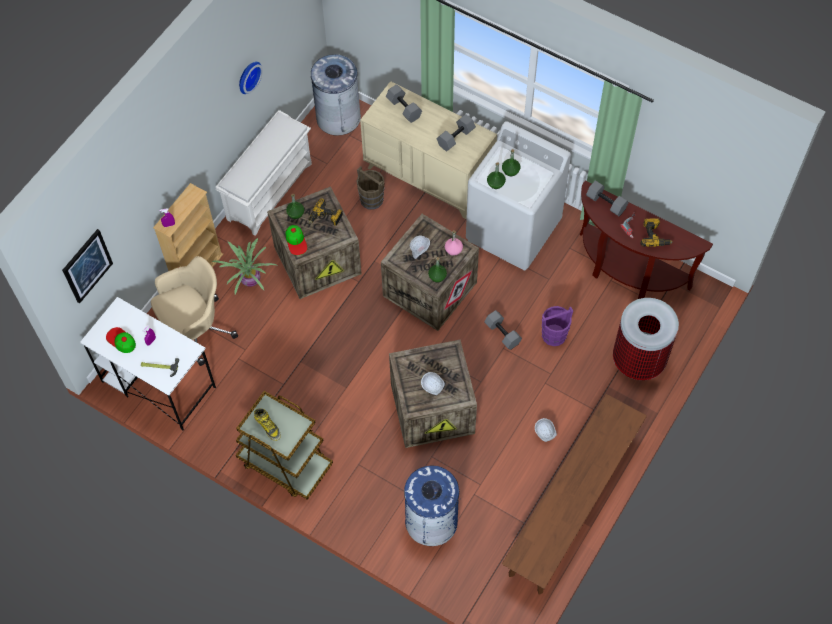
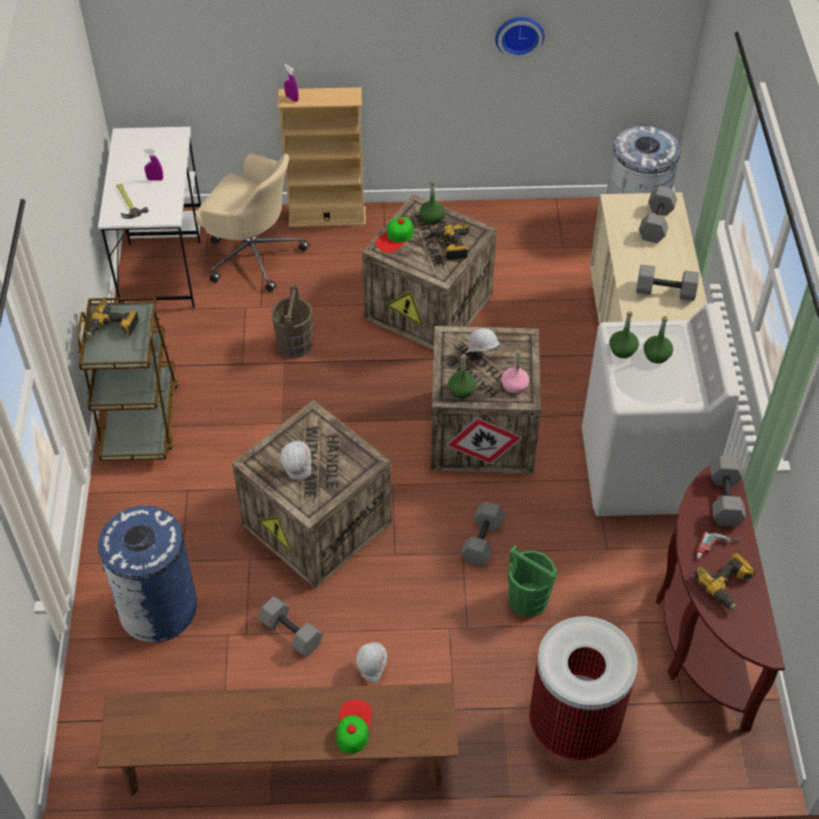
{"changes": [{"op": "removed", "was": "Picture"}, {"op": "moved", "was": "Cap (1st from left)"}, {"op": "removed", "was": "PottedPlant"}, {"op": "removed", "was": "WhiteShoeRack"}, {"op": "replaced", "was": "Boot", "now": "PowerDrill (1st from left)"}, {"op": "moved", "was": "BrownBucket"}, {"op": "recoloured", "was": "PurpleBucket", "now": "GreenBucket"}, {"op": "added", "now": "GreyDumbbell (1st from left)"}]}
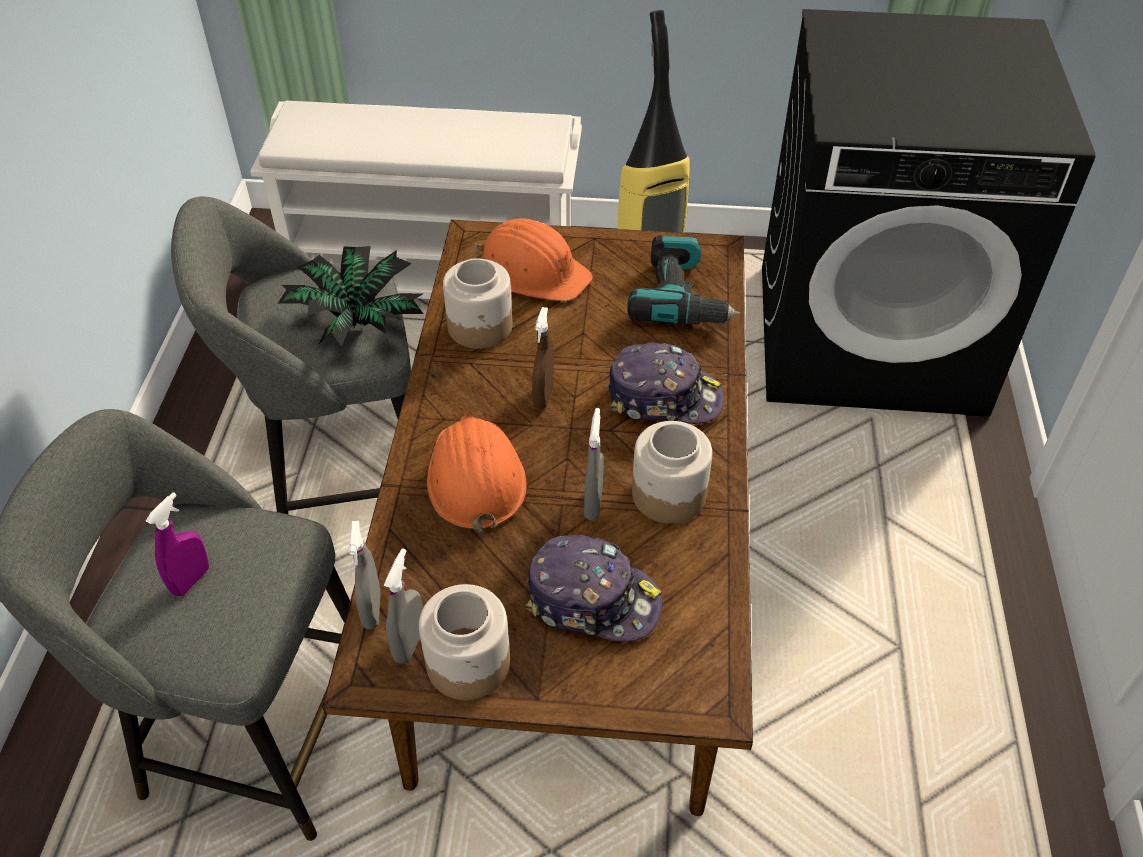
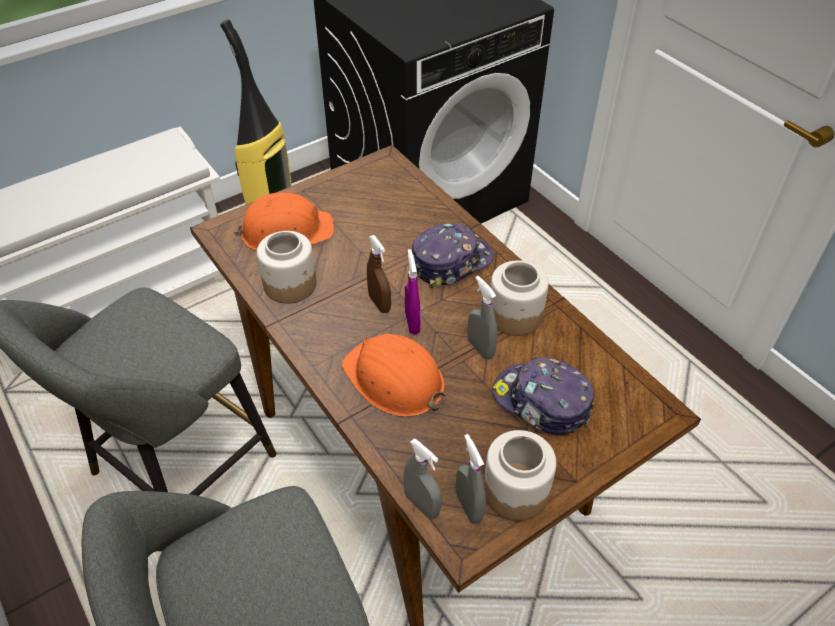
{"changes": [{"op": "moved", "was": "PurpleSprayBottle"}, {"op": "removed", "was": "PottedPlant"}, {"op": "turned", "was": "Cap (1st from left in the first image)", "clockwise": -120}, {"op": "removed", "was": "PowerDrill"}]}
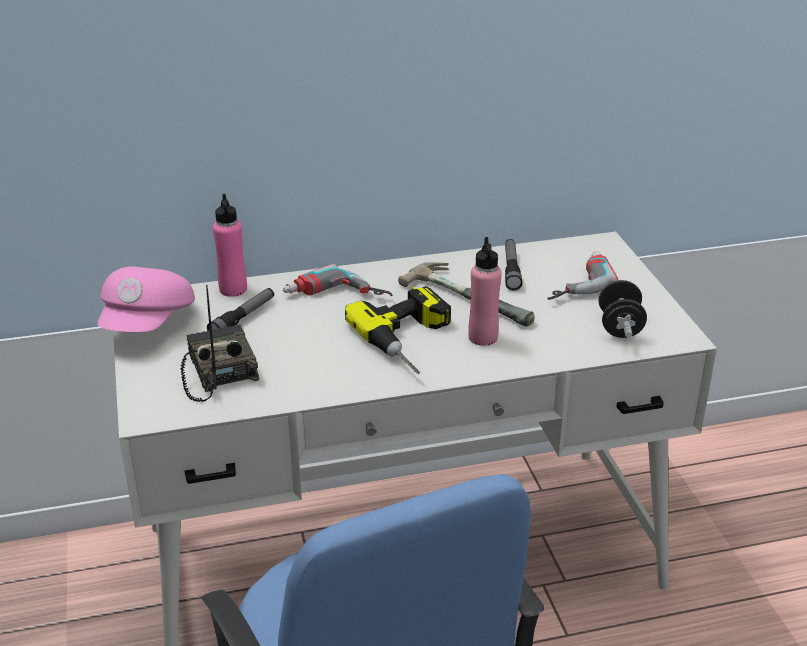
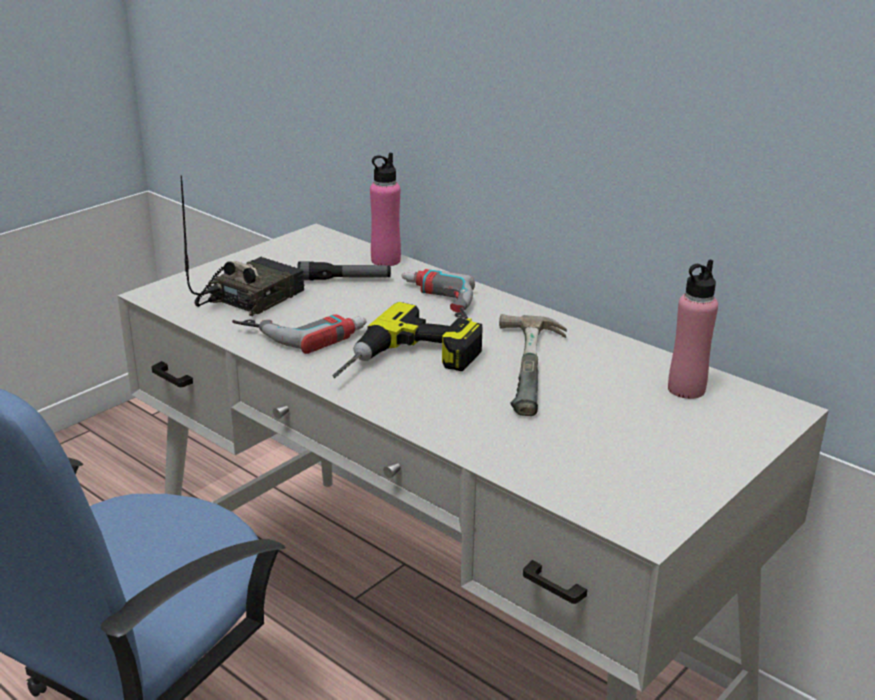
{"changes": [{"op": "removed", "was": "PinkCap"}, {"op": "moved", "was": "PinkBottle (2nd from left)"}, {"op": "removed", "was": "Flashlight (2nd from left)"}, {"op": "moved", "was": "PowerDrill (3rd from left in the first image)", "now": "PowerDrill (1st from left)"}, {"op": "removed", "was": "BlackDumbbell"}]}
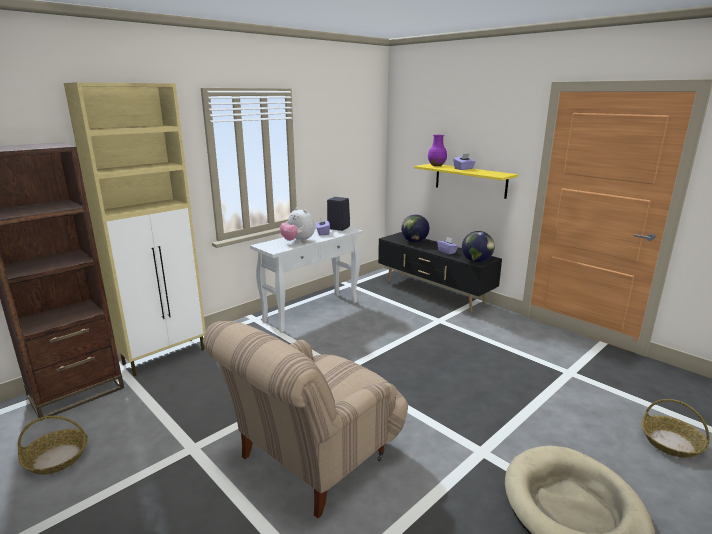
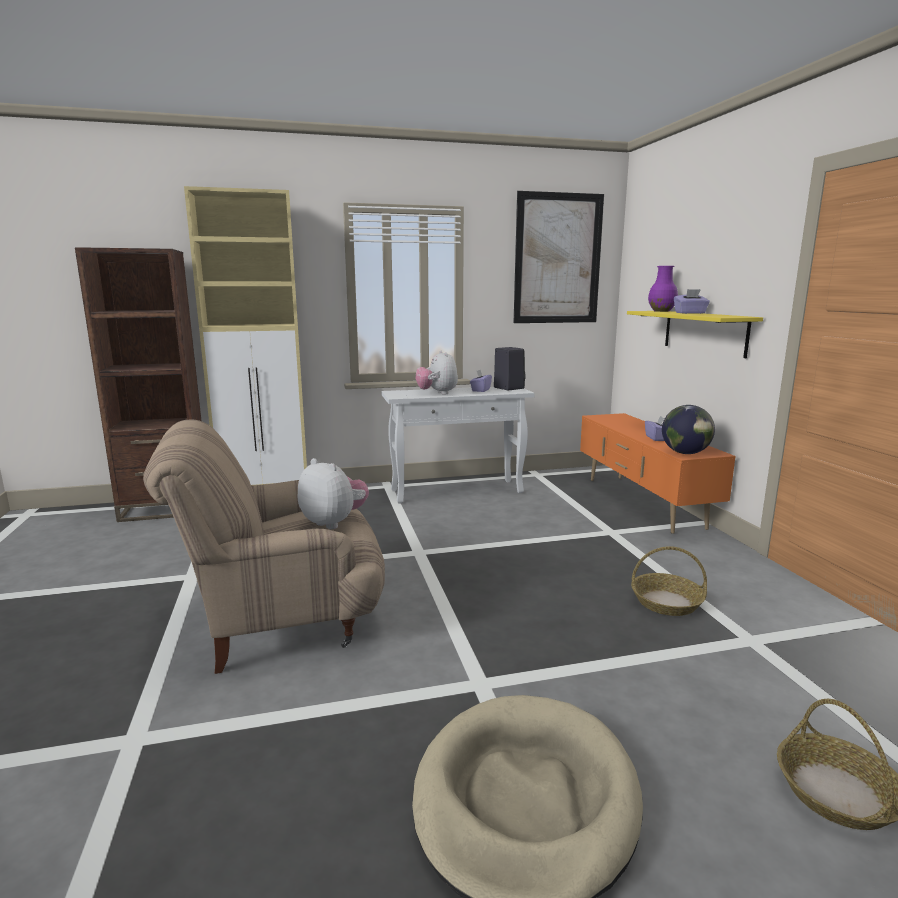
{"changes": [{"op": "moved", "was": "Basket (1st from left)"}, {"op": "recoloured", "was": "BlackTvStand", "now": "OrangeTvStand"}, {"op": "removed", "was": "Globe (1st from left)"}, {"op": "added", "now": "PlushToy (1st from left)"}, {"op": "added", "now": "Picture"}]}
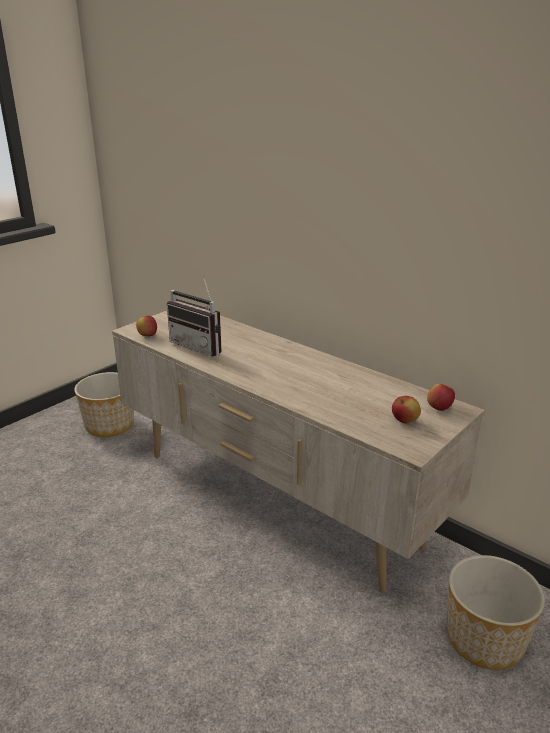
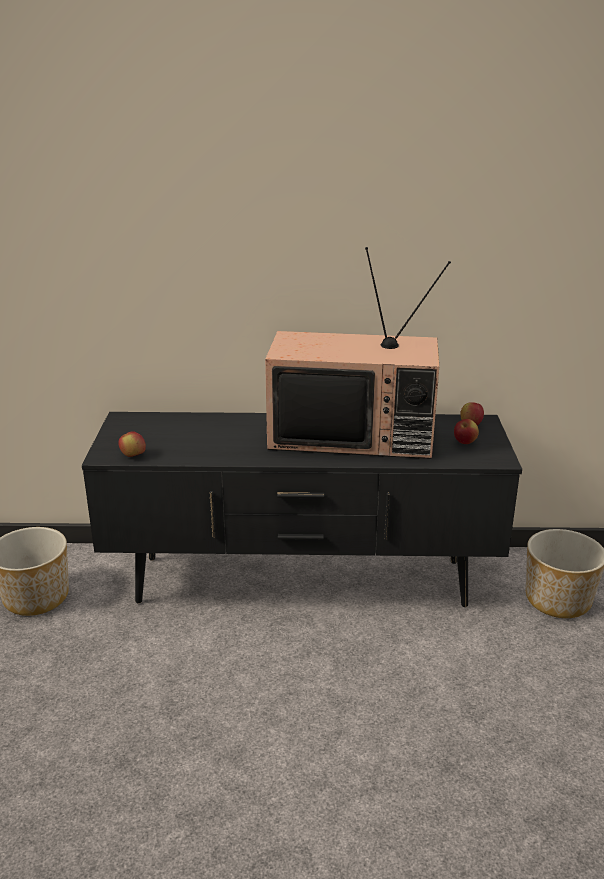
{"changes": [{"op": "recoloured", "was": "BeigeTvStand", "now": "BlackTvStand"}, {"op": "removed", "was": "Radio"}, {"op": "added", "now": "Television"}]}
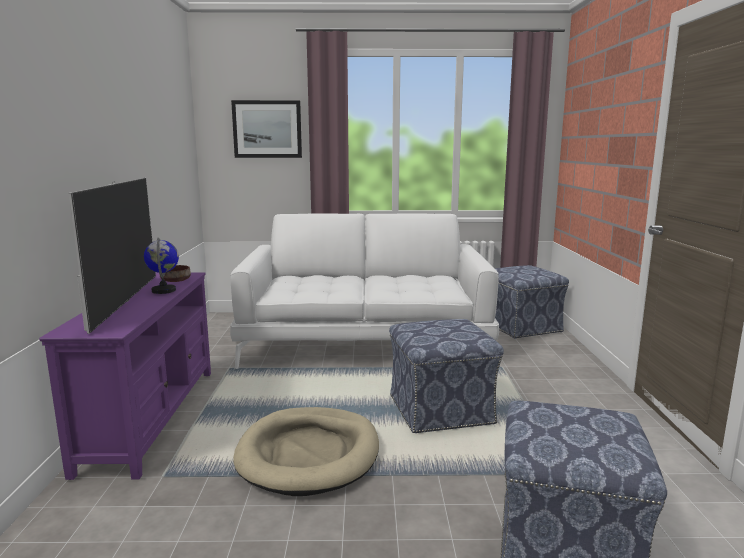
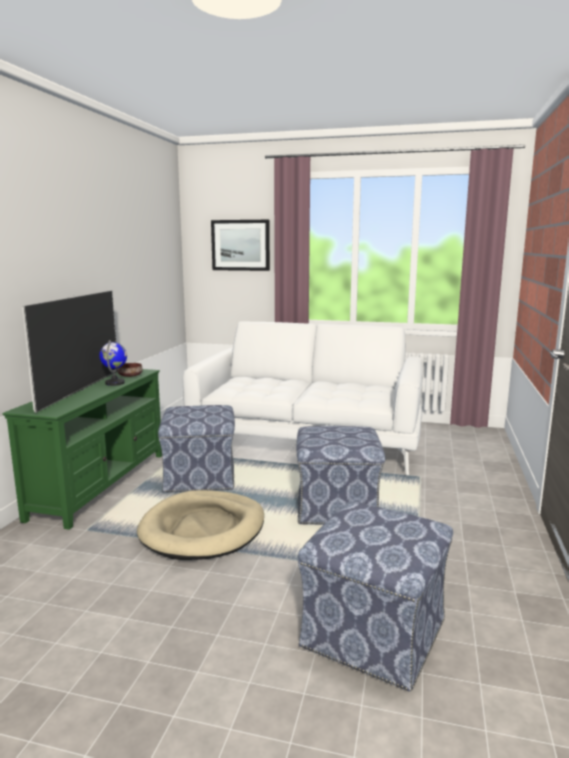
{"changes": [{"op": "recoloured", "was": "PurpleTvStand", "now": "GreenTvStand"}, {"op": "moved", "was": "Ottoman (2nd from left in the first image)", "now": "Ottoman (1st from left)"}]}
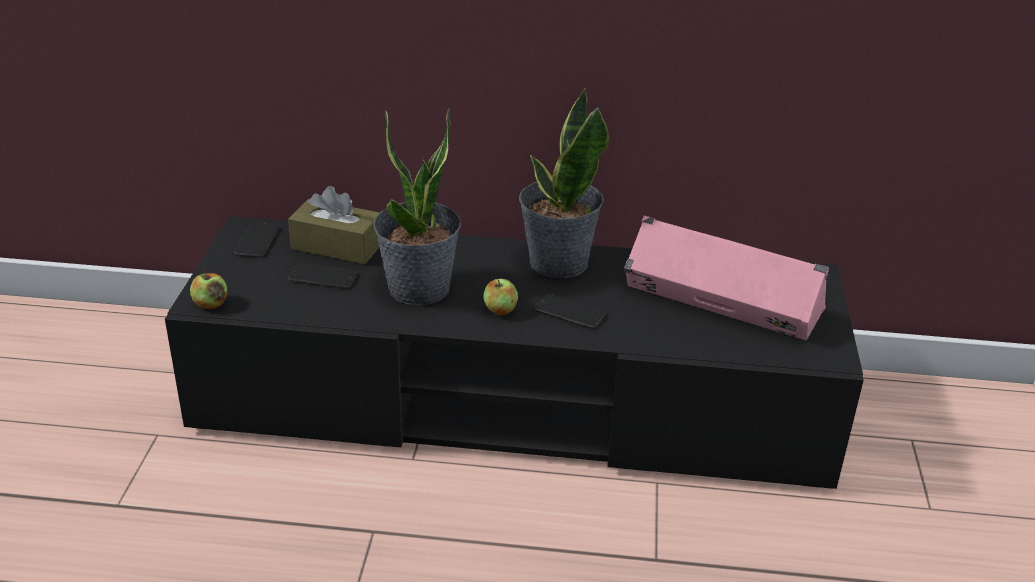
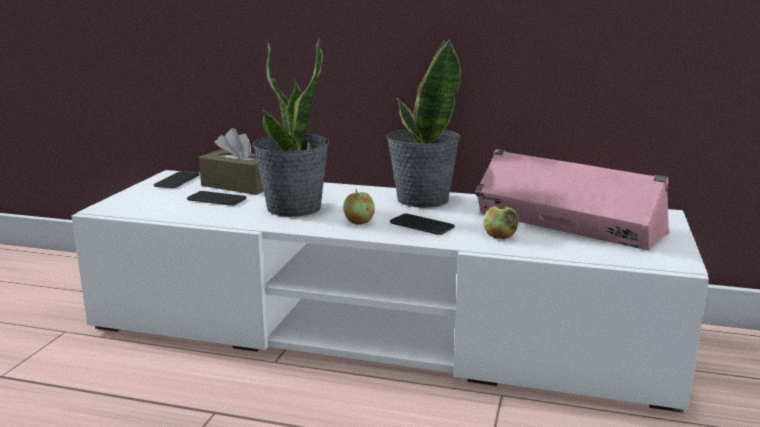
{"changes": [{"op": "recoloured", "was": "BlackTvStand", "now": "WhiteTvStand"}, {"op": "moved", "was": "Apple (1st from left in the first image)", "now": "Apple (2nd from left)"}]}
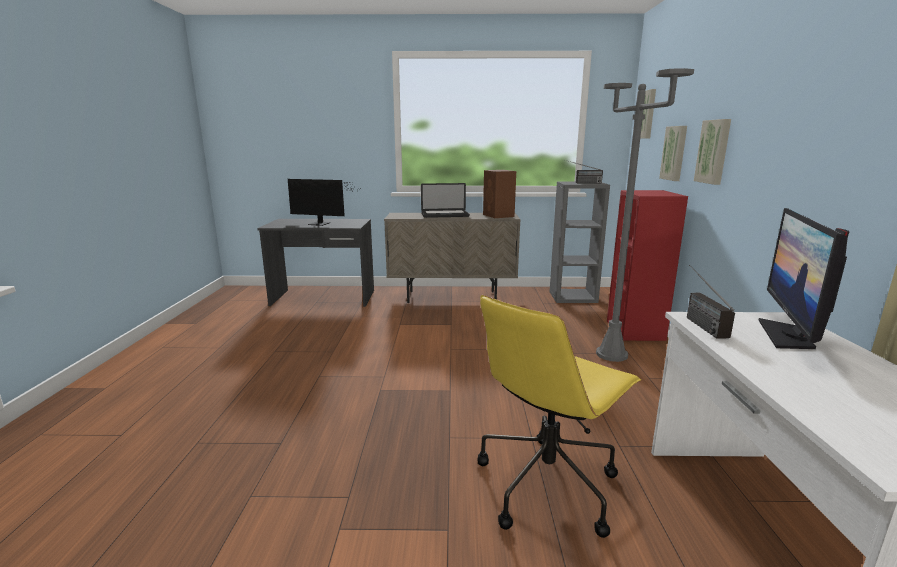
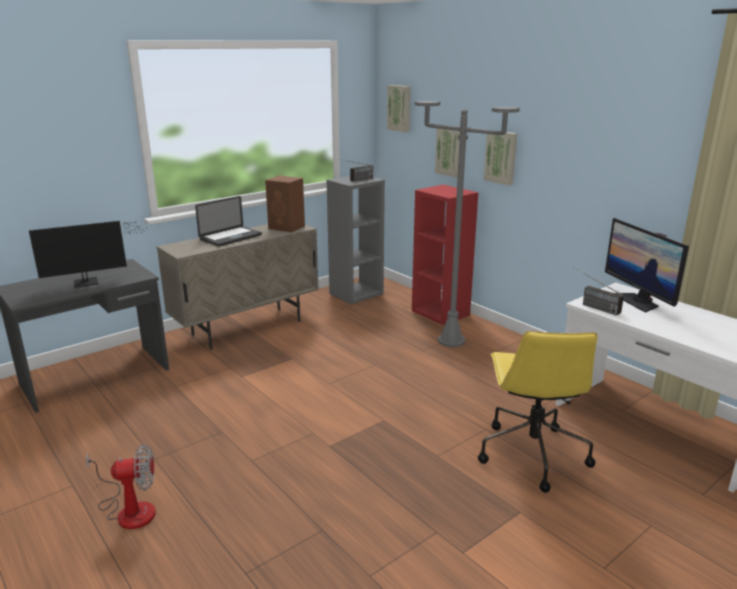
{"changes": [{"op": "added", "now": "Fan"}]}
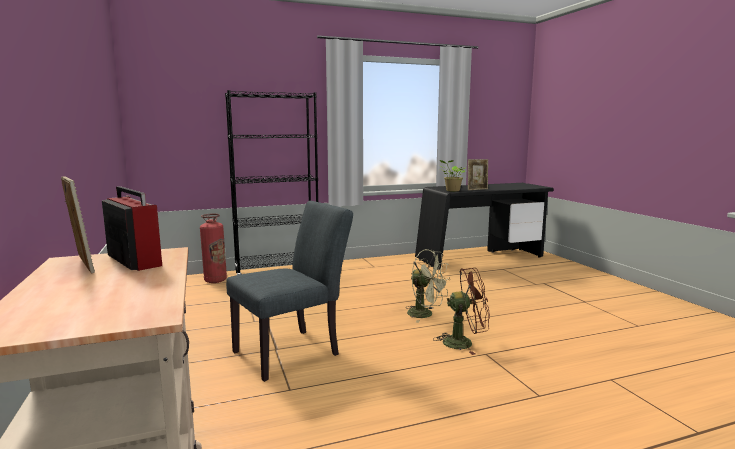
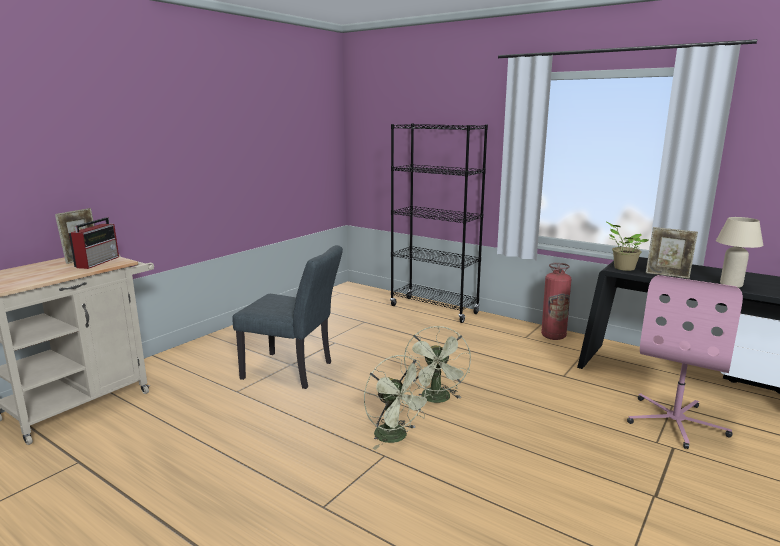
{"changes": [{"op": "moved", "was": "FireExtinguisher"}, {"op": "recoloured", "was": "BrownFan", "now": "GreenFan (1st from left)"}, {"op": "added", "now": "PinkOfficeChair"}, {"op": "added", "now": "BeigeTableLamp"}]}
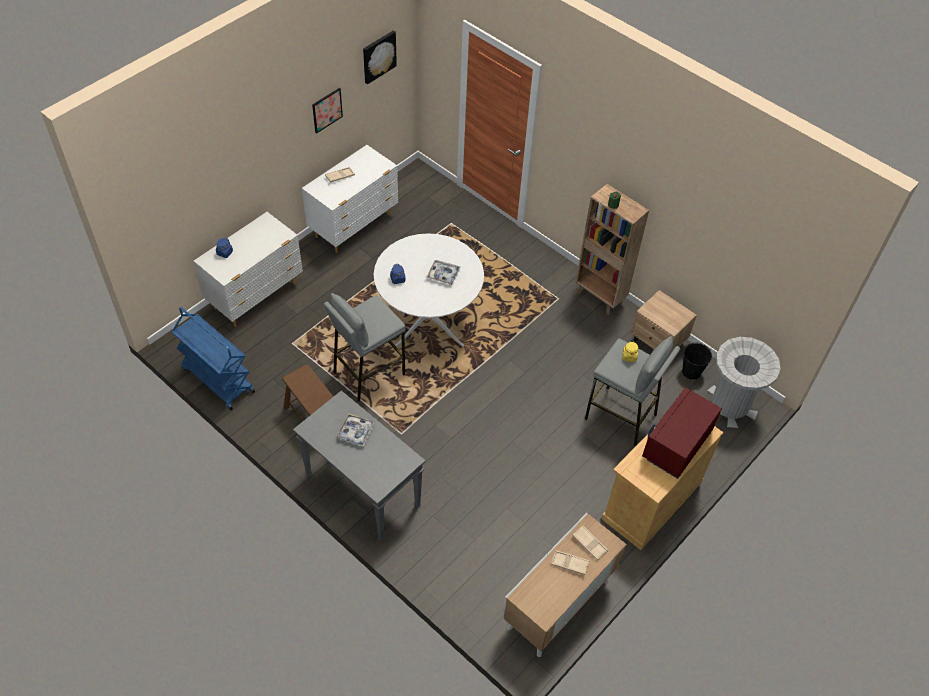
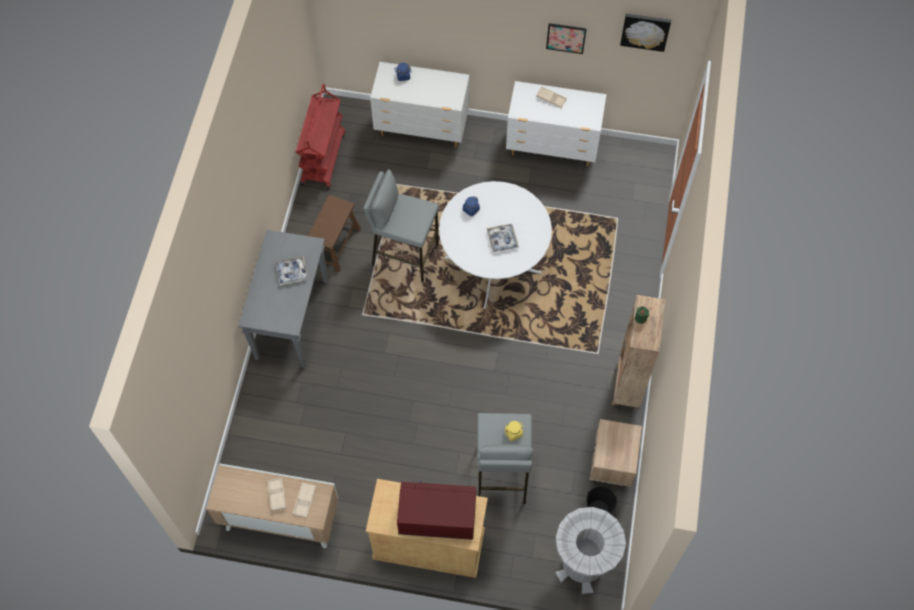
{"changes": [{"op": "recoloured", "was": "BlueCart", "now": "RedCart"}]}
